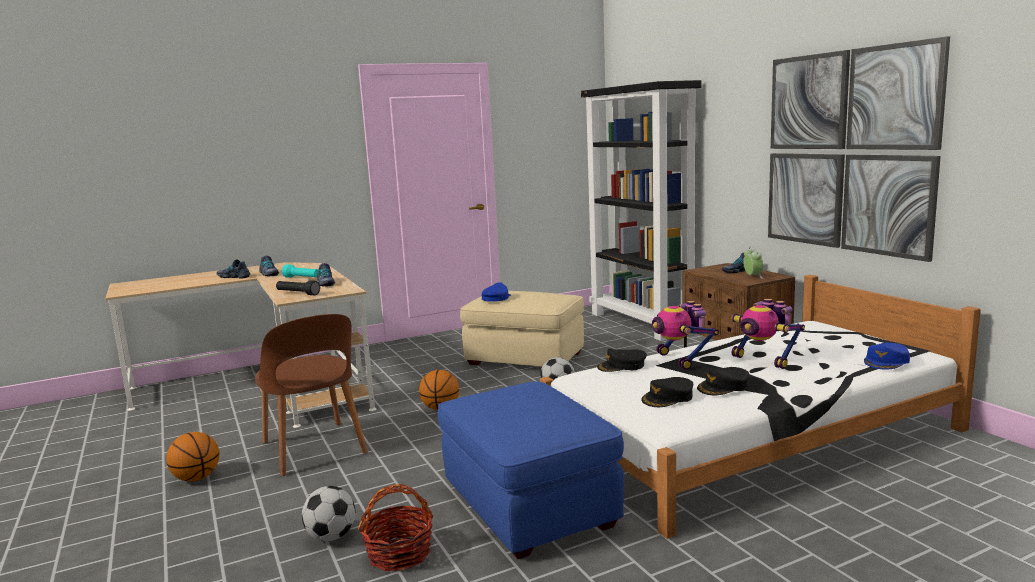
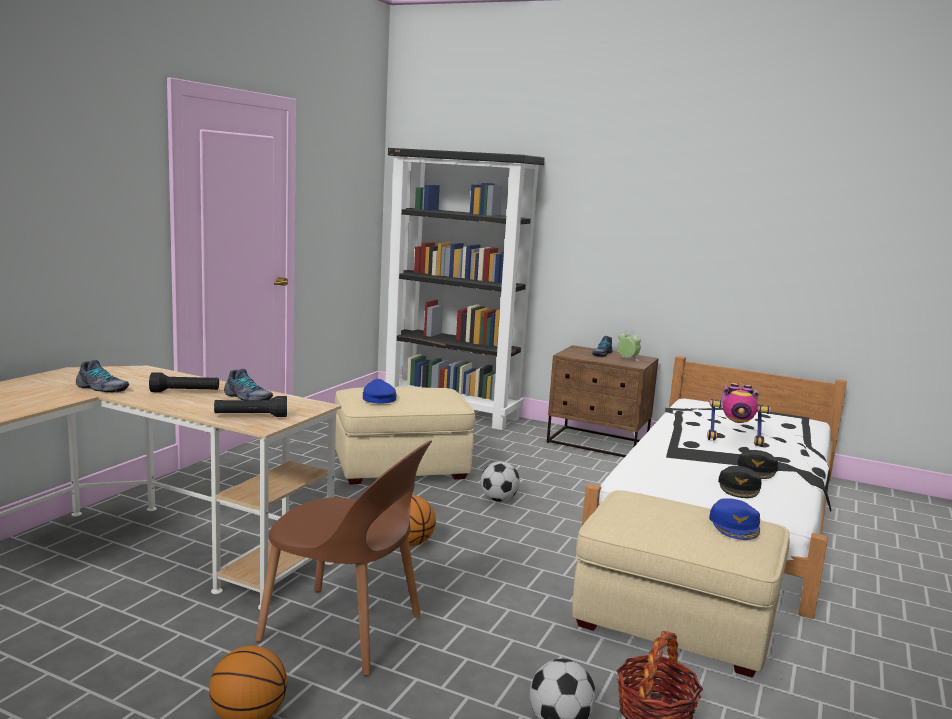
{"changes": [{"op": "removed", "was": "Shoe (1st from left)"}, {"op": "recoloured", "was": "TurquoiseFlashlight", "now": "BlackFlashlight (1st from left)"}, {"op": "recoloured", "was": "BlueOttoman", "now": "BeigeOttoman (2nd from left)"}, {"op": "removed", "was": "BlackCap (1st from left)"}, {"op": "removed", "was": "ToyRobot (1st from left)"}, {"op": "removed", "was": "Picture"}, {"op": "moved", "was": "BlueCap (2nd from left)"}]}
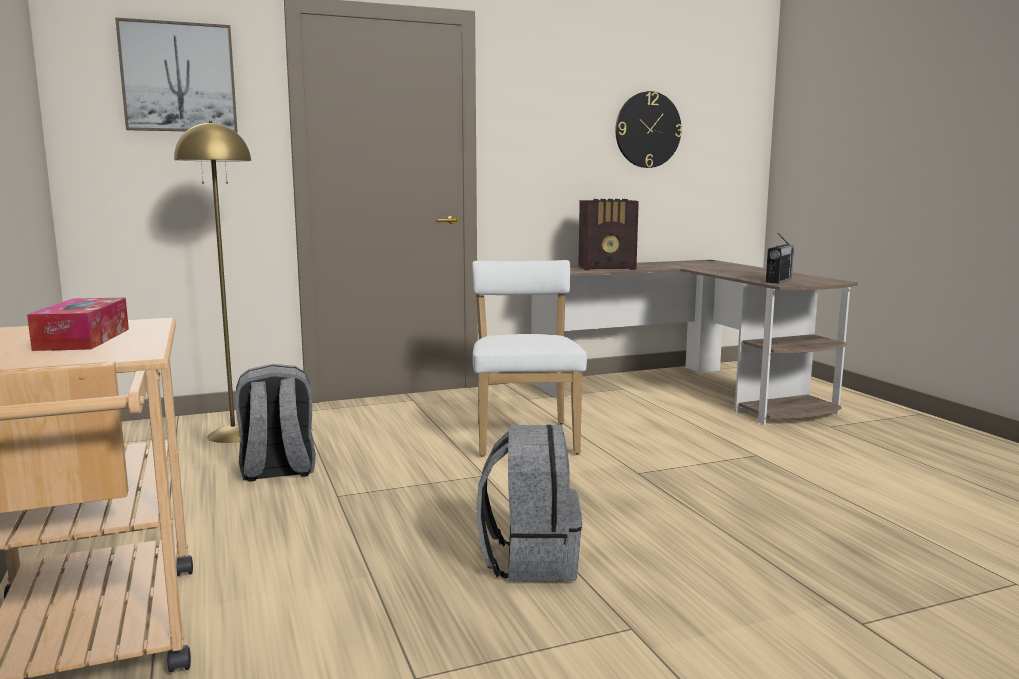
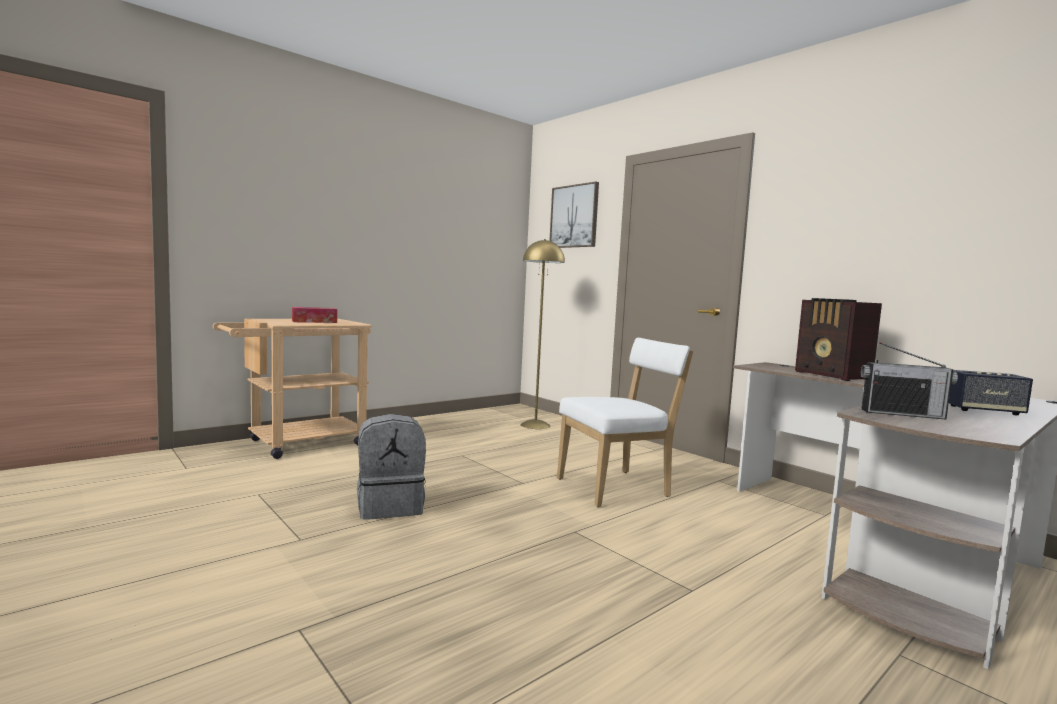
{"changes": [{"op": "removed", "was": "GreyBackpack (1st from left)"}, {"op": "removed", "was": "WallClock"}, {"op": "added", "now": "Speaker"}]}
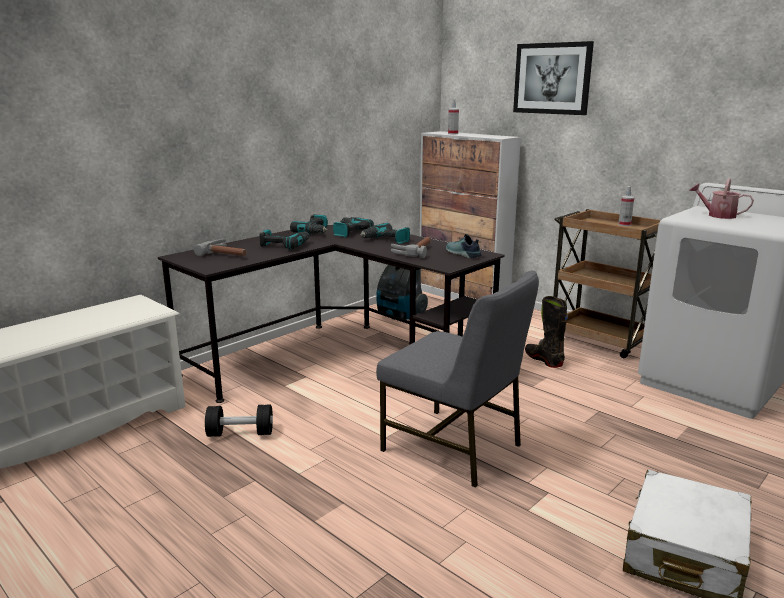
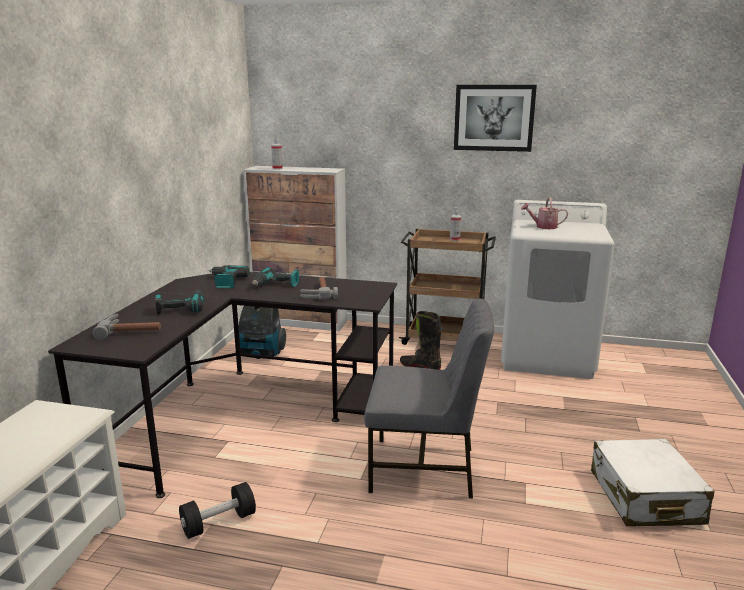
{"changes": [{"op": "removed", "was": "PowerDrill (2nd from left)"}, {"op": "removed", "was": "Shoe"}, {"op": "moved", "was": "Picture"}]}
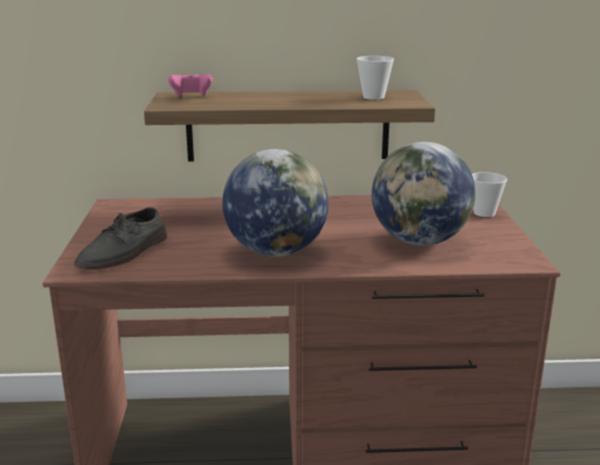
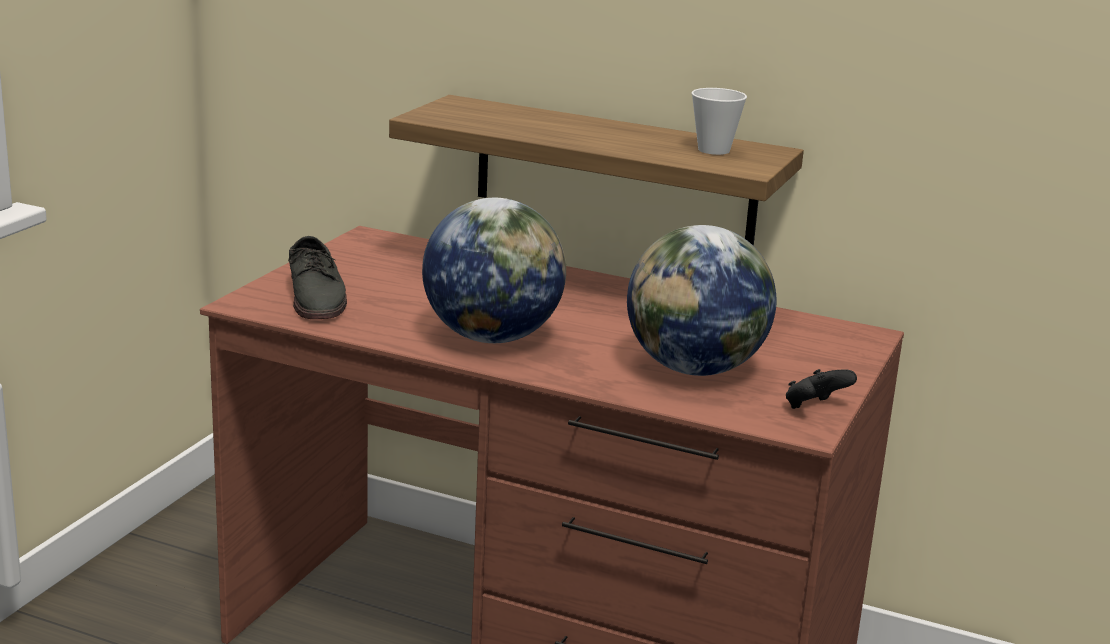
{"changes": [{"op": "turned", "was": "GreyShoe", "clockwise": -75}, {"op": "removed", "was": "PinkGameController"}, {"op": "removed", "was": "Cup (2nd from left)"}, {"op": "added", "now": "BlackGameController"}]}
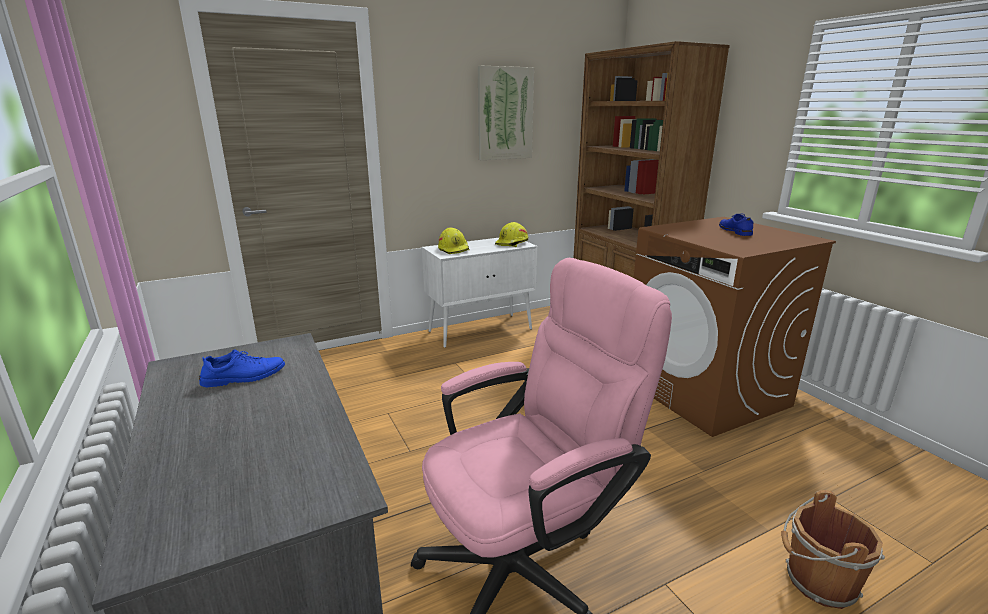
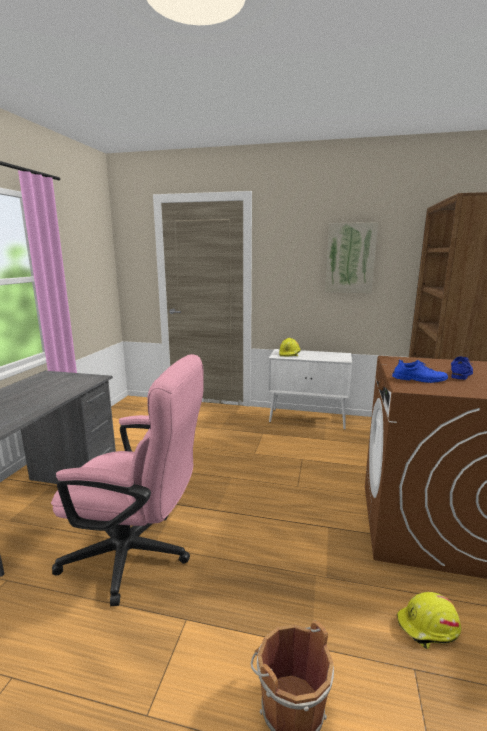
{"changes": [{"op": "moved", "was": "BlueShoe (1st from left)"}, {"op": "moved", "was": "YellowHardHat (2nd from left)"}]}
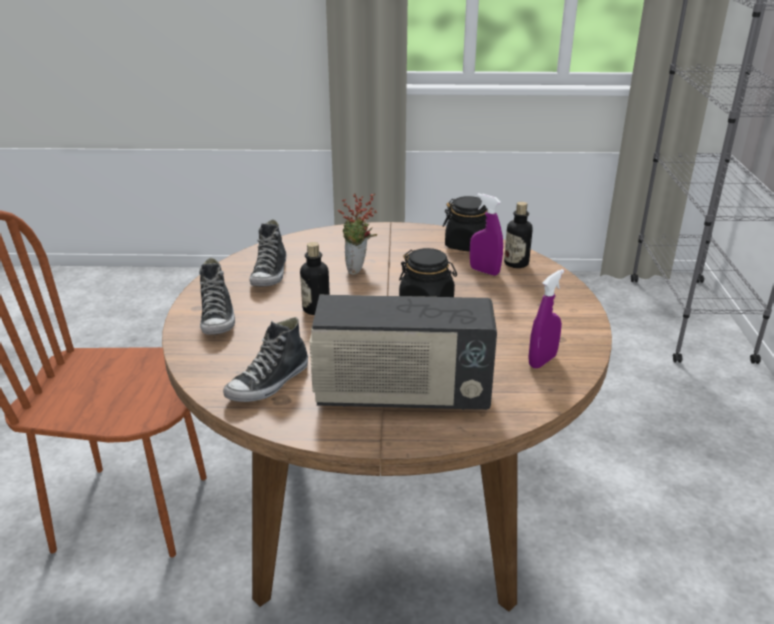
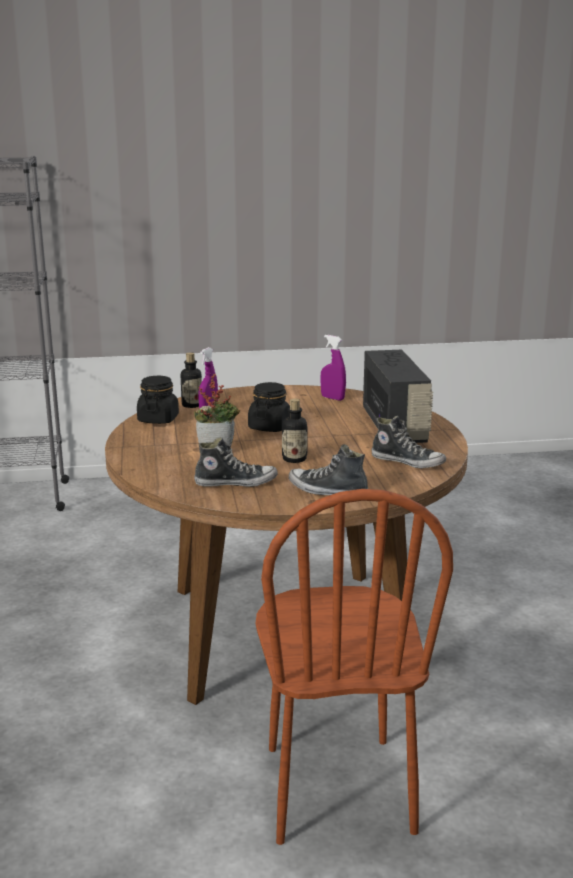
{"changes": [{"op": "turned", "was": "Shoe (1st from left in the first image)", "clockwise": -135}]}
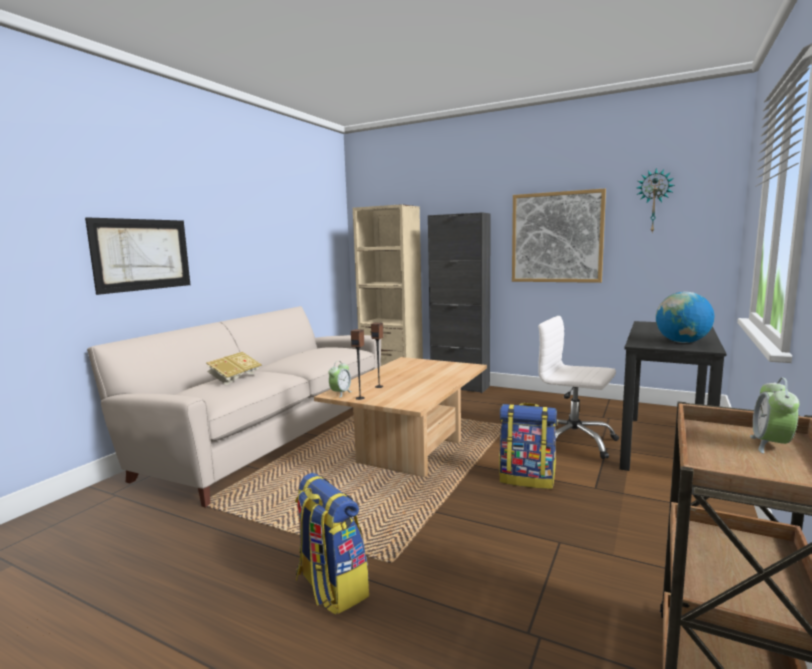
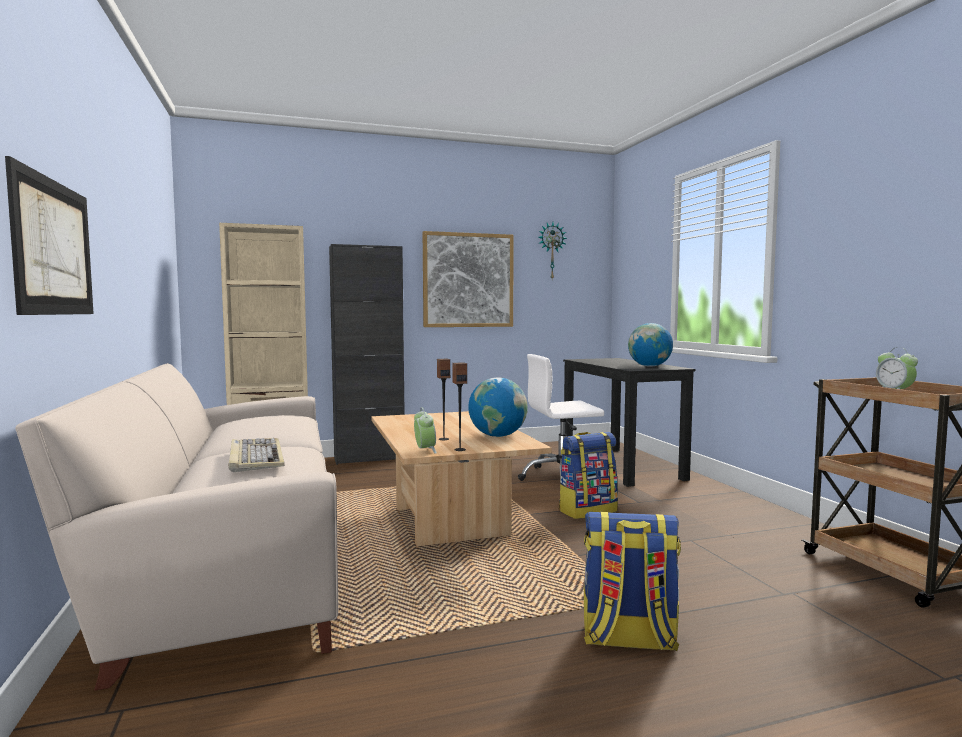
{"changes": [{"op": "replaced", "was": "Book", "now": "Keyboard"}, {"op": "added", "now": "Globe (1st from left)"}]}
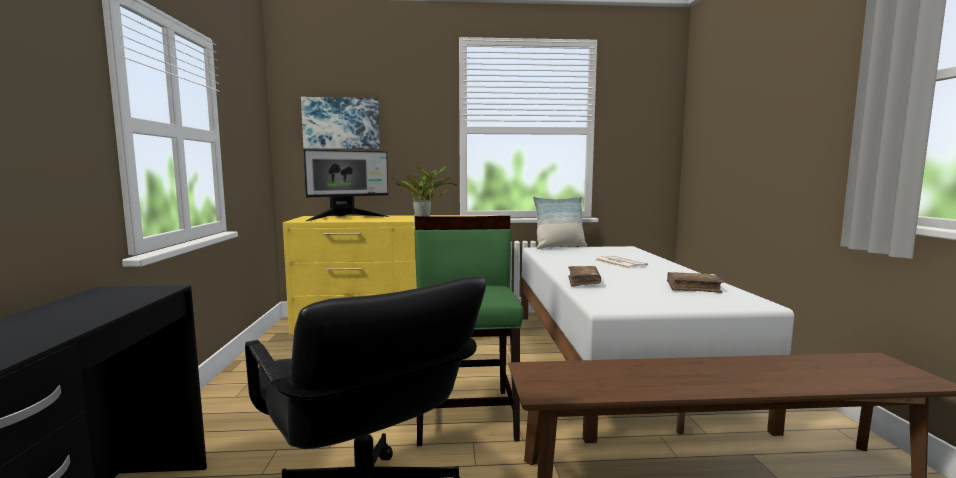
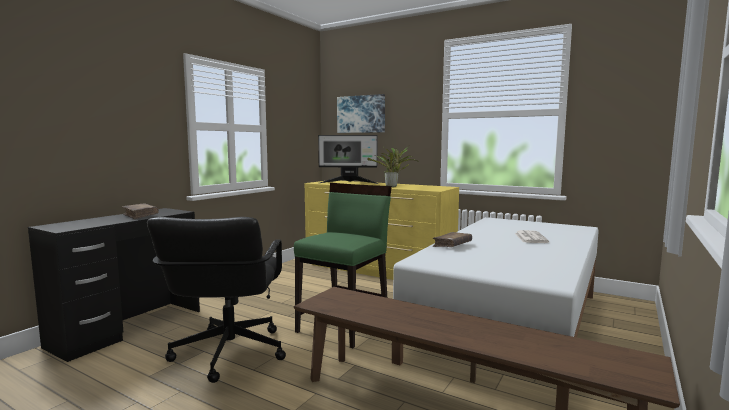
{"changes": [{"op": "removed", "was": "Pillow"}, {"op": "moved", "was": "BrownBook (2nd from left in the first image)", "now": "BrownBook (1st from left)"}]}
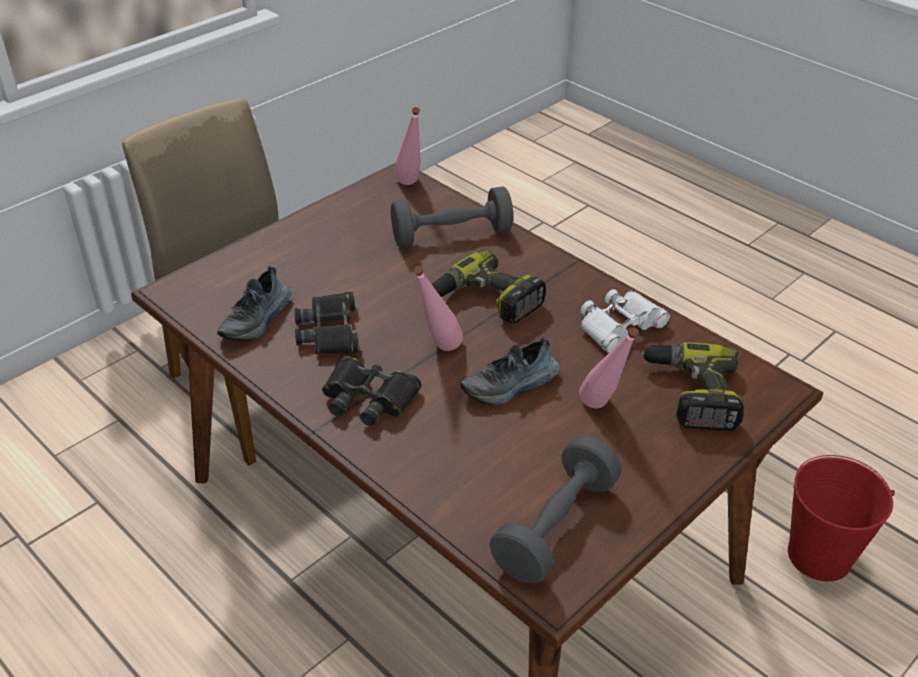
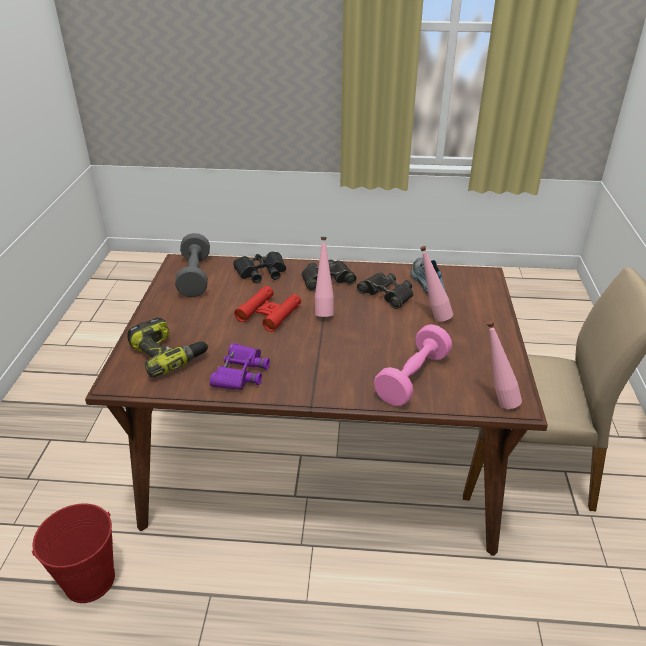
{"changes": [{"op": "recoloured", "was": "GreyDumbbell (1st from left)", "now": "PinkDumbbell"}, {"op": "removed", "was": "PowerDrill (1st from left)"}, {"op": "replaced", "was": "Shoe (2nd from left)", "now": "RedBinoculars"}, {"op": "moved", "was": "PinkBottle (3rd from left in the first image)", "now": "PinkBottle (2nd from left)"}, {"op": "recoloured", "was": "WhiteBinoculars", "now": "PurpleBinoculars"}, {"op": "added", "now": "BlackBinoculars (1st from left)"}]}
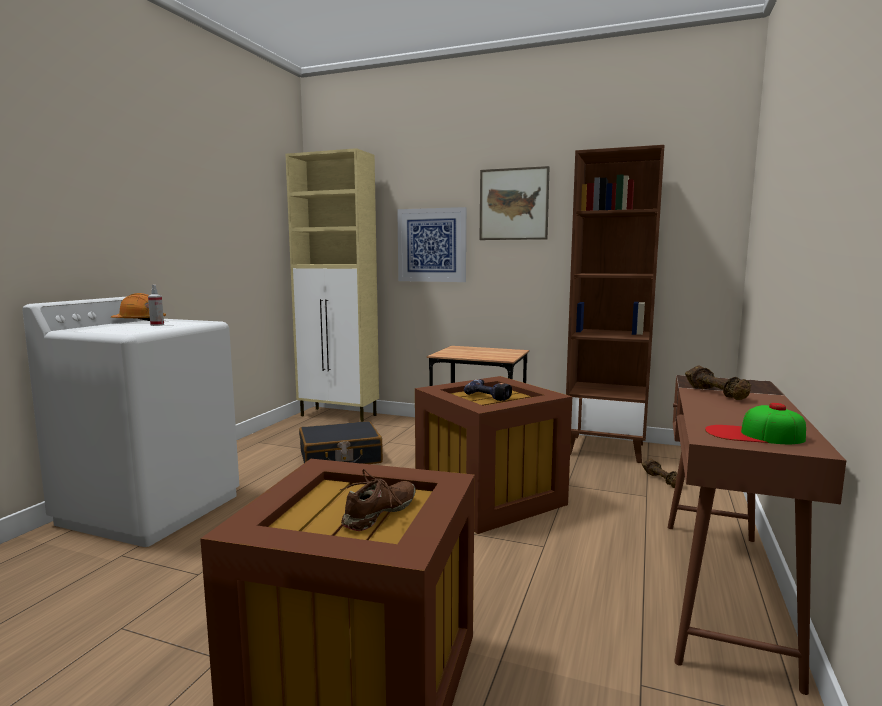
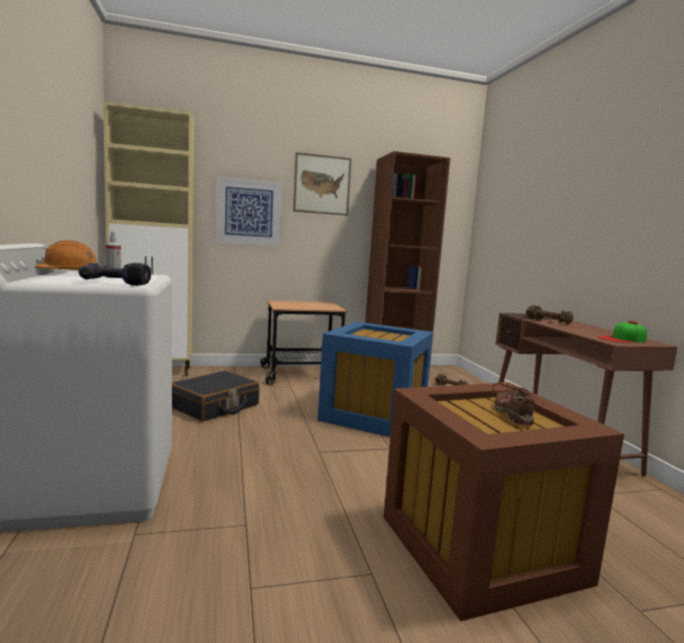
{"changes": [{"op": "recoloured", "was": "BrownStorageBox (2nd from left)", "now": "BlueStorageBox"}, {"op": "moved", "was": "PowerDrill"}]}
